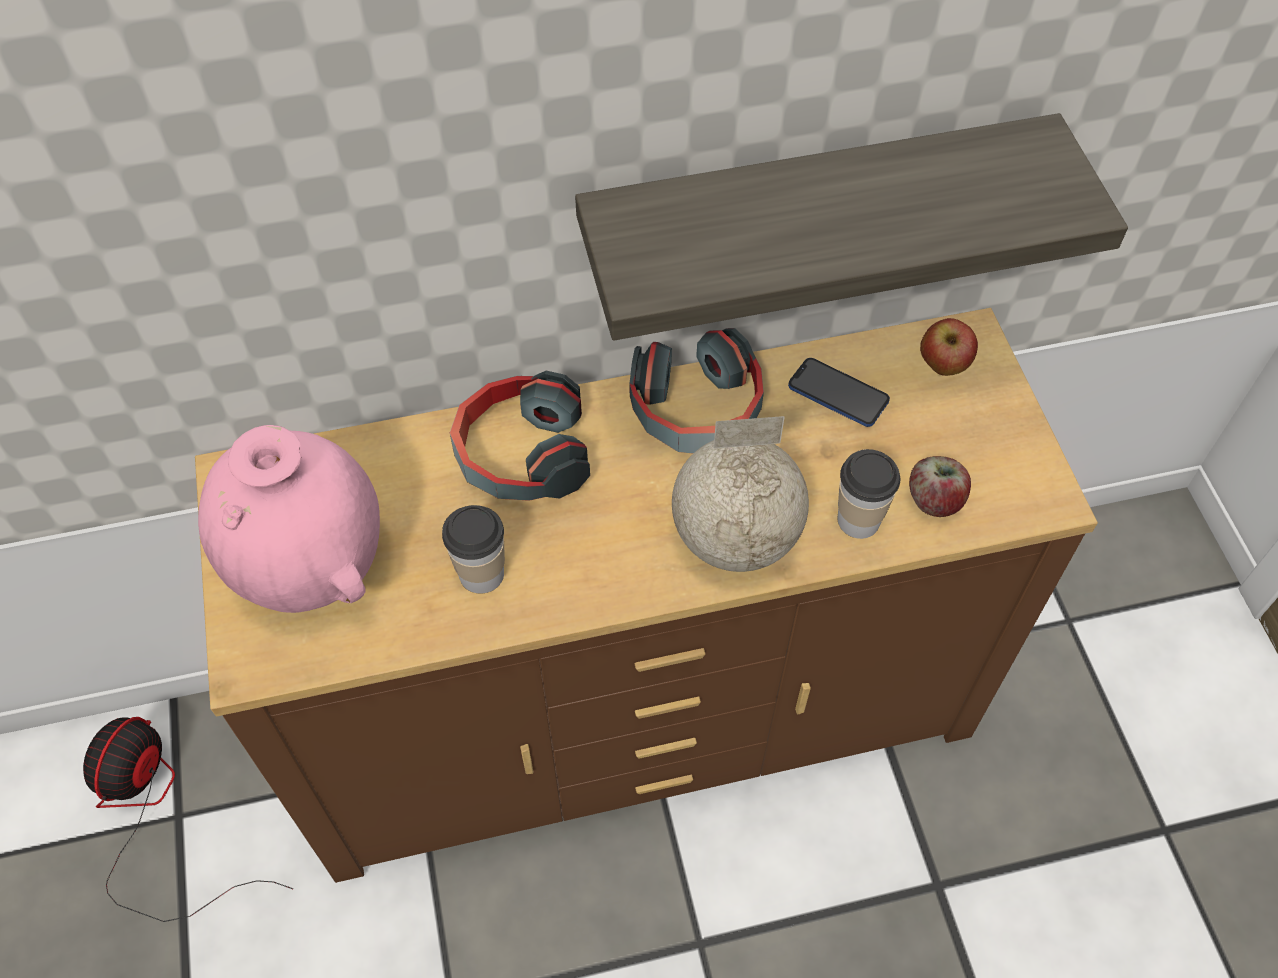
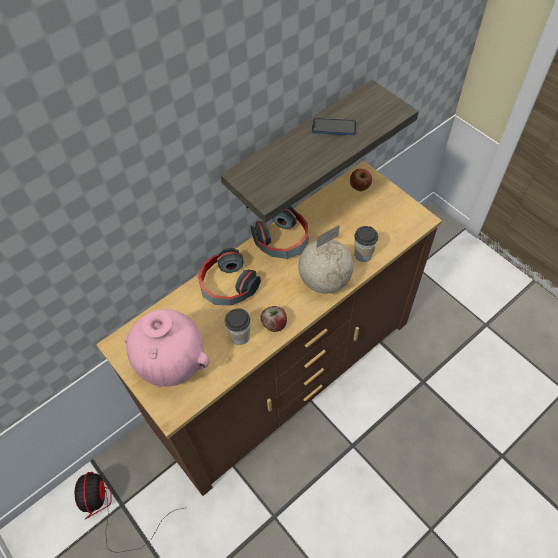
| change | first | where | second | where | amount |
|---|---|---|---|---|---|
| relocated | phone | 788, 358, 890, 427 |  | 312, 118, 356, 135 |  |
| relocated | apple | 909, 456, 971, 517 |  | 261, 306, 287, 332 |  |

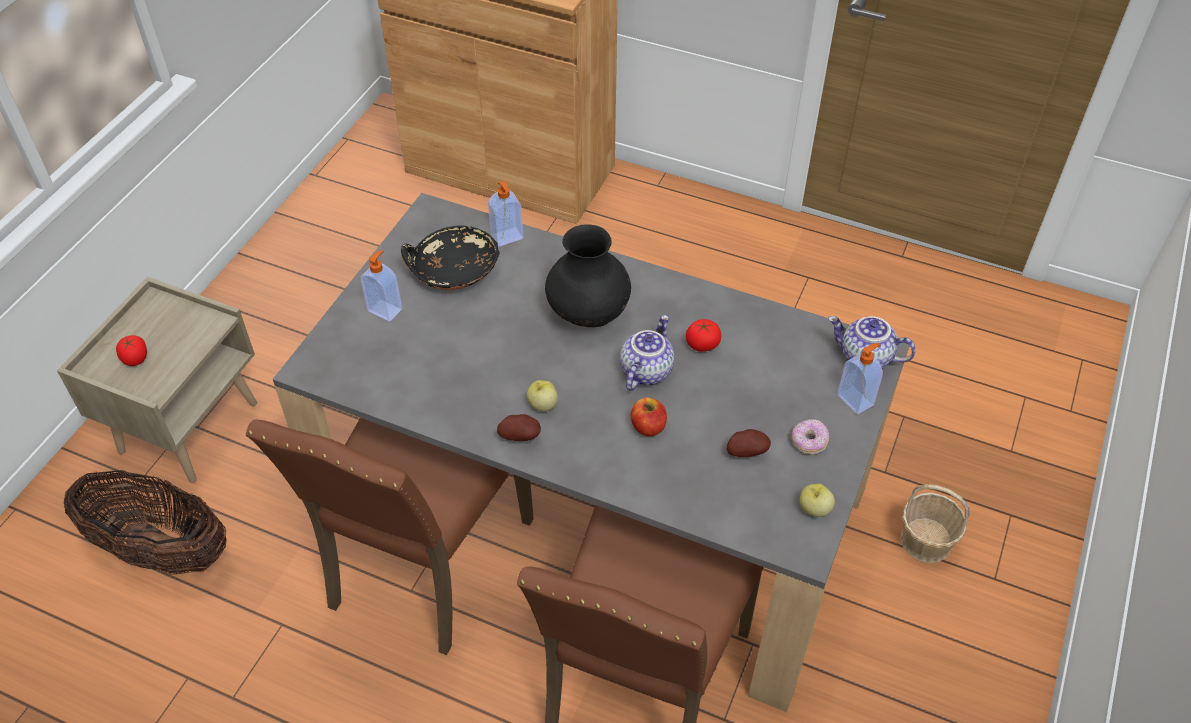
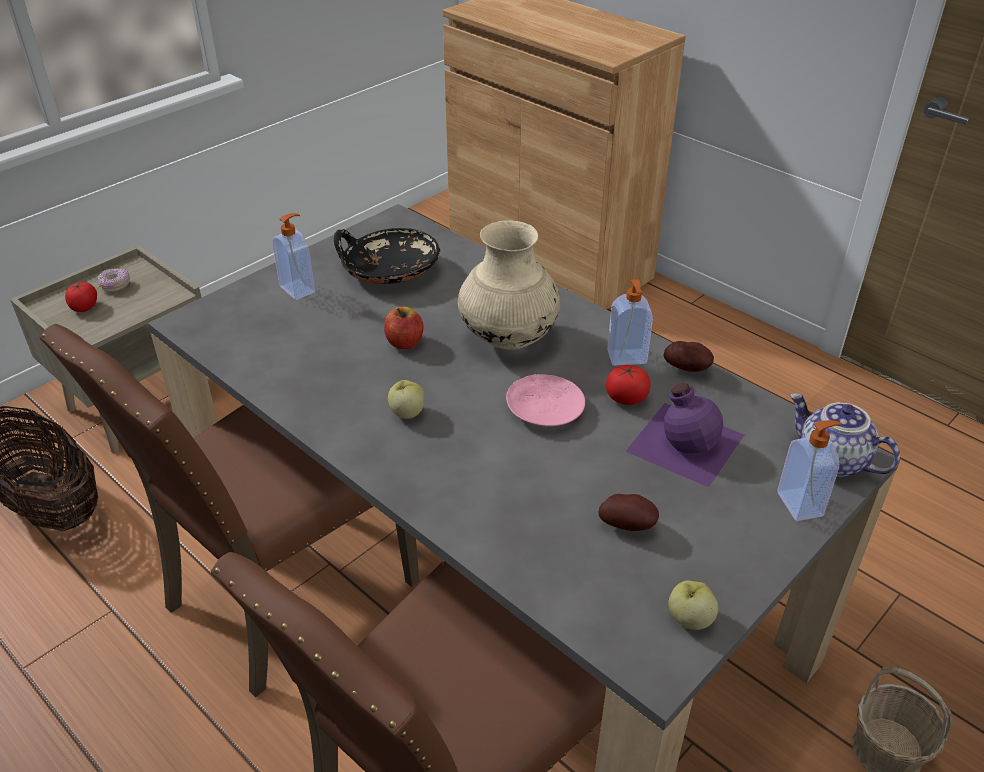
| change | first | where | second | where | amount |
|---|---|---|---|---|---|
| appeared |  |  | purple_bottle | 625, 383, 744, 487 |  |
| relocated | soap_dispenser | 488, 181, 523, 246 |  | 607, 279, 653, 366 |  |
| relocated | potato | 497, 414, 541, 441 |  | 664, 341, 714, 372 |  |
| relocated | apple | 631, 397, 667, 436 |  | 384, 306, 423, 349 |  |
| relocated | donut | 792, 419, 829, 454 |  | 97, 268, 130, 293 |  |
| exchanged | teapot | 620, 315, 675, 391 | pink_plate | 506, 374, 585, 427 |  |
| colour | black_vase | 545, 224, 631, 327 | beige_vase | 458, 220, 560, 350 |  |

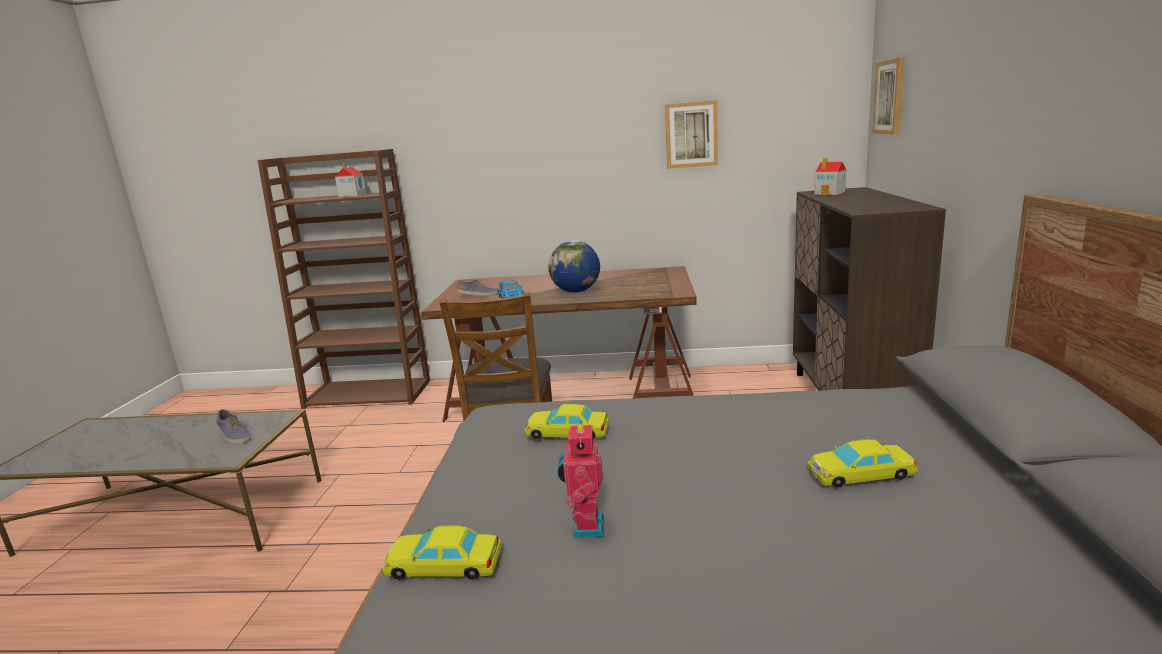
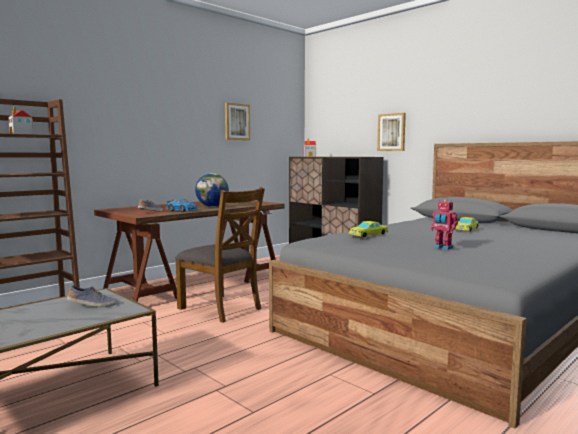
| change | first | where | second | where | amount |
|---|---|---|---|---|---|
| missing | yellow_toy_car | 382, 525, 502, 580 |  |  |  |
| relocated | picture | 872, 57, 905, 135 |  | 377, 113, 406, 151 |  |

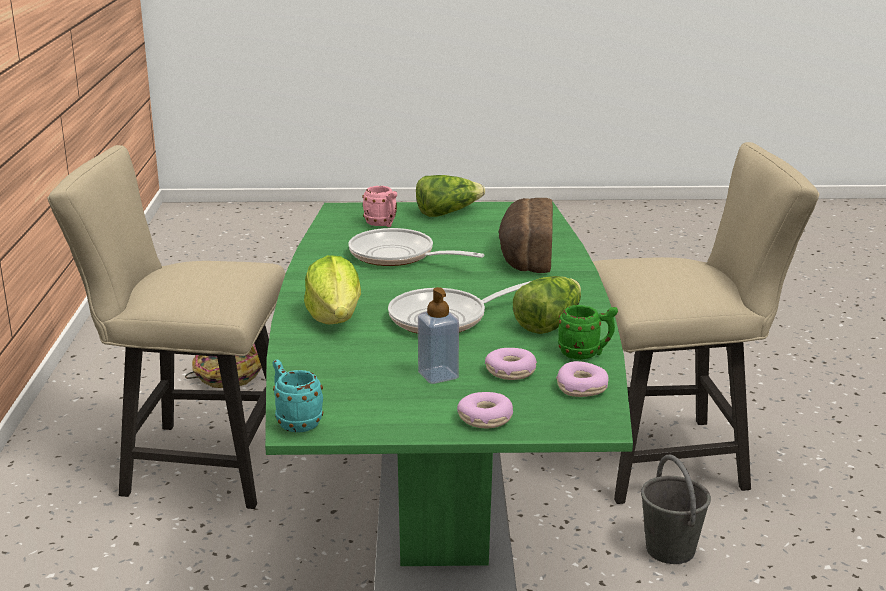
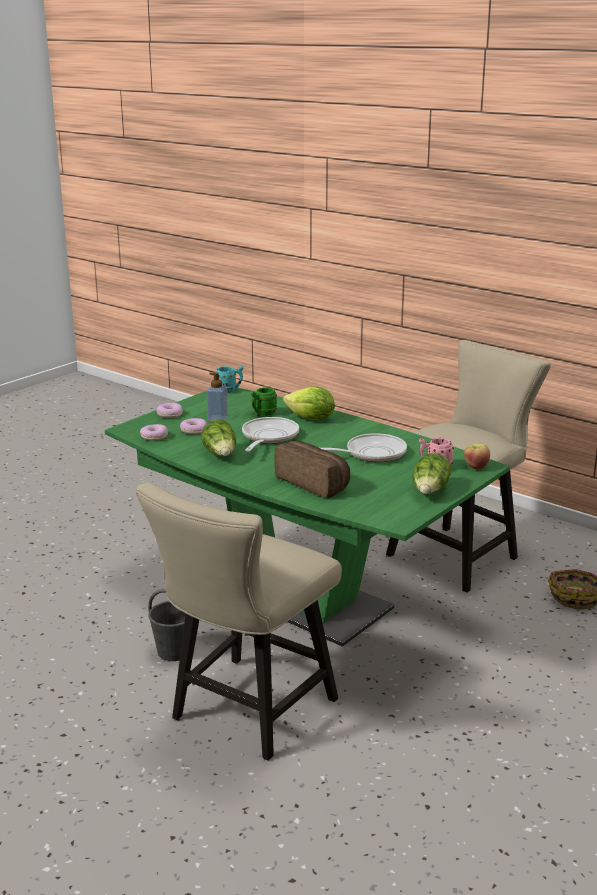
| change | first | where | second | where | amount |
|---|---|---|---|---|---|
| appeared |  |  | apple | 464, 443, 490, 470 |  |
| relocated | green_mug | 558, 305, 618, 360 |  | 251, 387, 277, 416 |  |

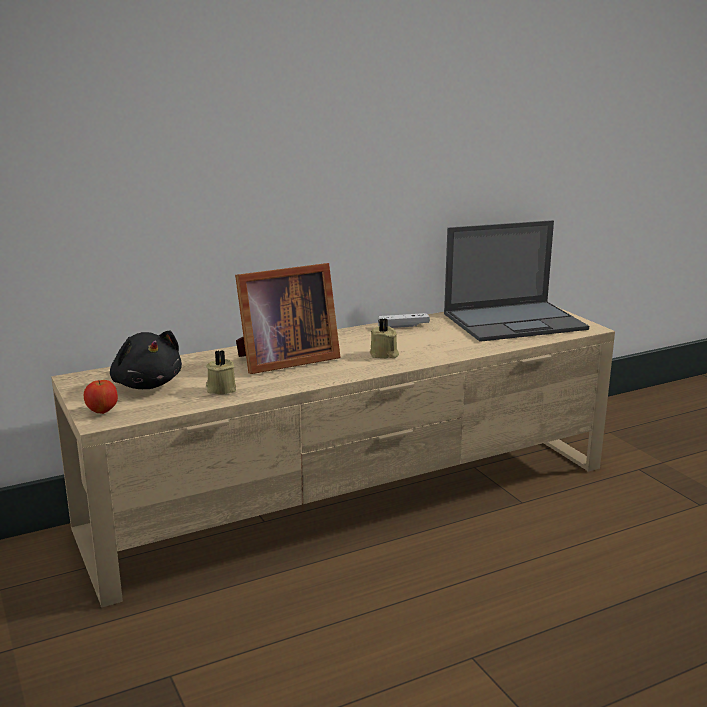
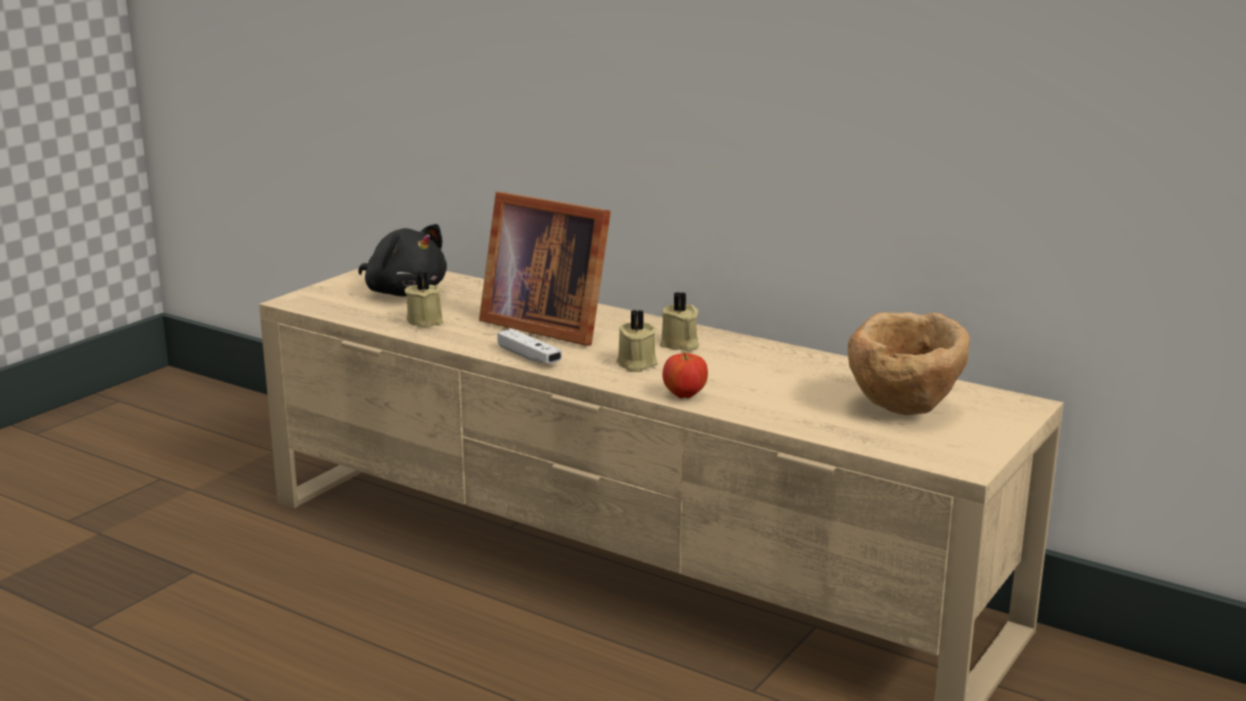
| change | first | where | second | where | amount |
|---|---|---|---|---|---|
| appeared |  |  | beige_candle | 660, 292, 699, 351 |  |
| relocated | apple | 84, 380, 118, 414 |  | 662, 353, 708, 398 |  |
| relocated | white_game_controller | 378, 313, 430, 328 |  | 497, 329, 562, 364 |  |
| exchanged | laptop | 444, 220, 589, 342 | brown_bowl | 848, 312, 970, 415 |  |
| spun | black_plush_toy | 110, 331, 182, 389 |  | 358, 224, 447, 296 | 75 degrees counterclockwise |

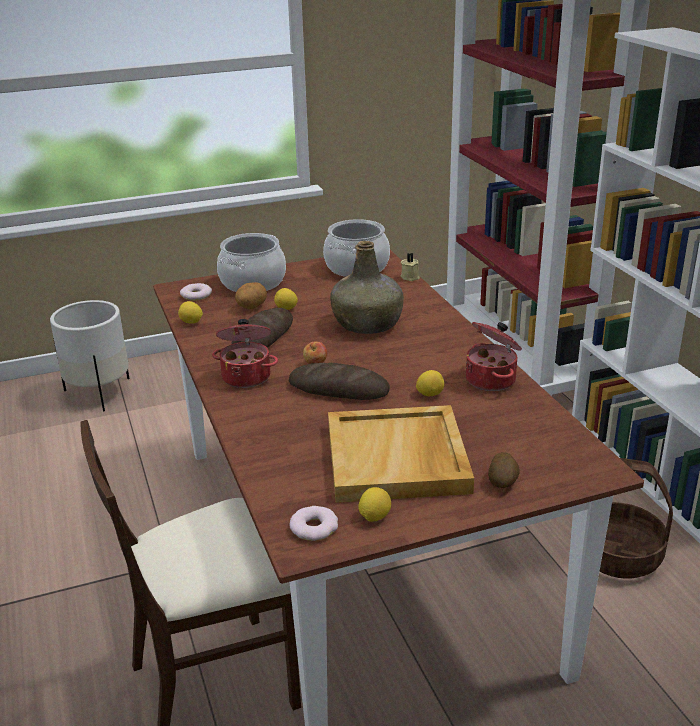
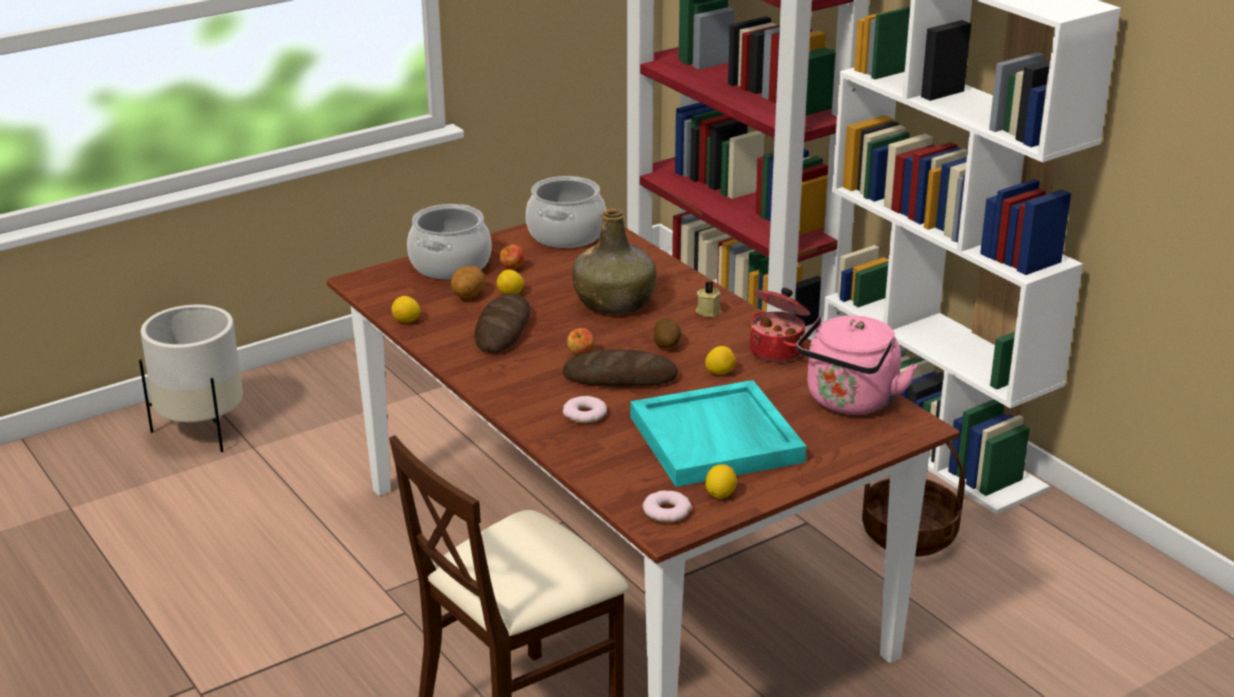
| change | first | where | second | where | amount |
|---|---|---|---|---|---|
| missing | cooking_pot | 212, 319, 278, 388 |  |  |  |
| appeared |  |  | apple | 500, 245, 524, 269 |  |
| appeared |  |  | pink_kettle | 796, 315, 918, 415 |  |
| relocated | donut | 180, 283, 212, 301 |  | 563, 396, 607, 423 |  |
| relocated | beige_candle | 401, 253, 420, 281 |  | 696, 281, 721, 318 |  |
| relocated | potato | 488, 452, 520, 488 |  | 654, 318, 681, 348 |  |
| colour | beige_tray | 328, 405, 474, 503 | turquoise_tray | 630, 380, 806, 487 |  |

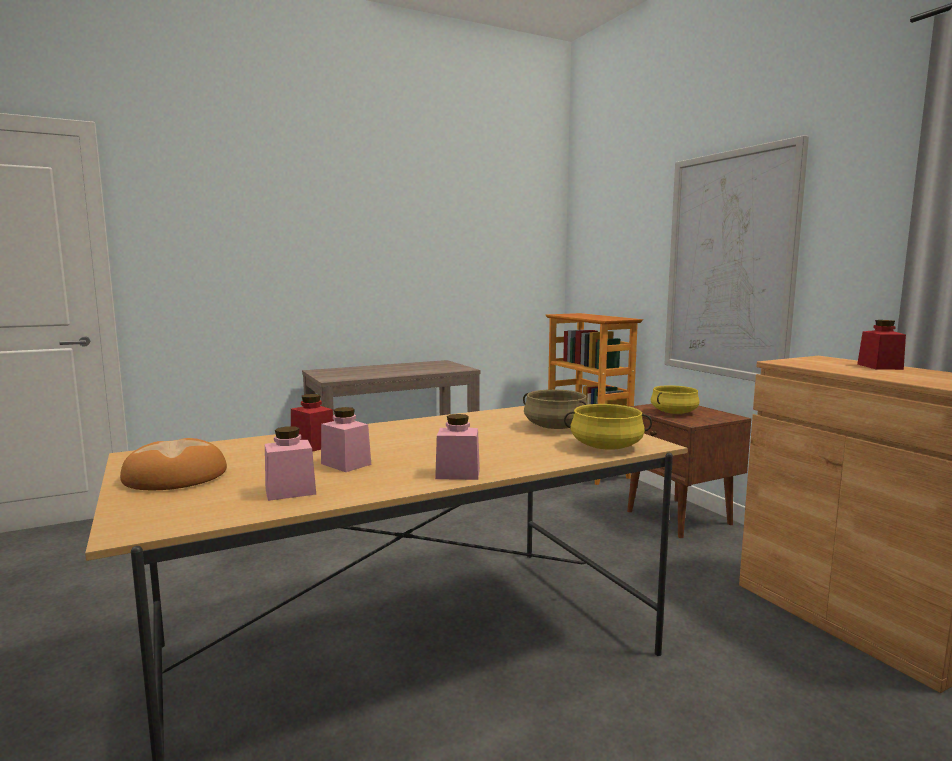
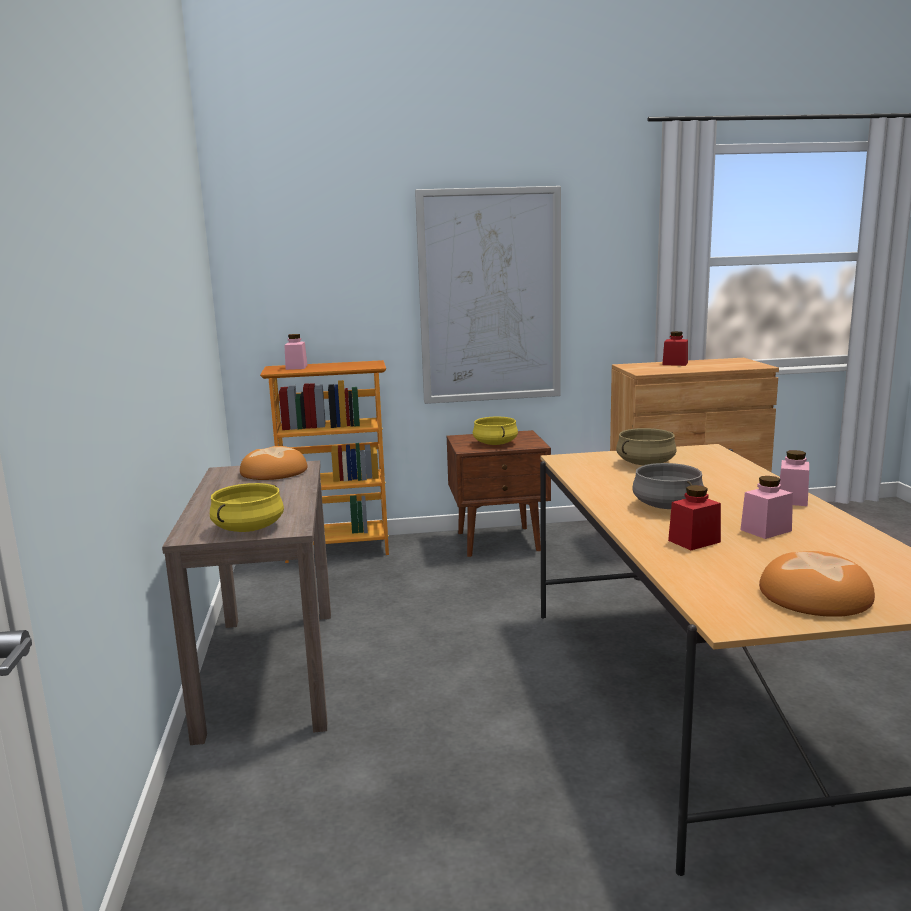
| change | first | where | second | where | amount |
|---|---|---|---|---|---|
| appeared |  |  | bread | 240, 446, 307, 480 |  |
| appeared |  |  | grey_cooking_pot | 632, 463, 704, 509 |  |
| relocated | pink_jar | 265, 426, 316, 501 |  | 284, 334, 308, 370 |  |
| relocated | yellow_cooking_pot | 564, 404, 652, 450 |  | 210, 483, 284, 532 |  |

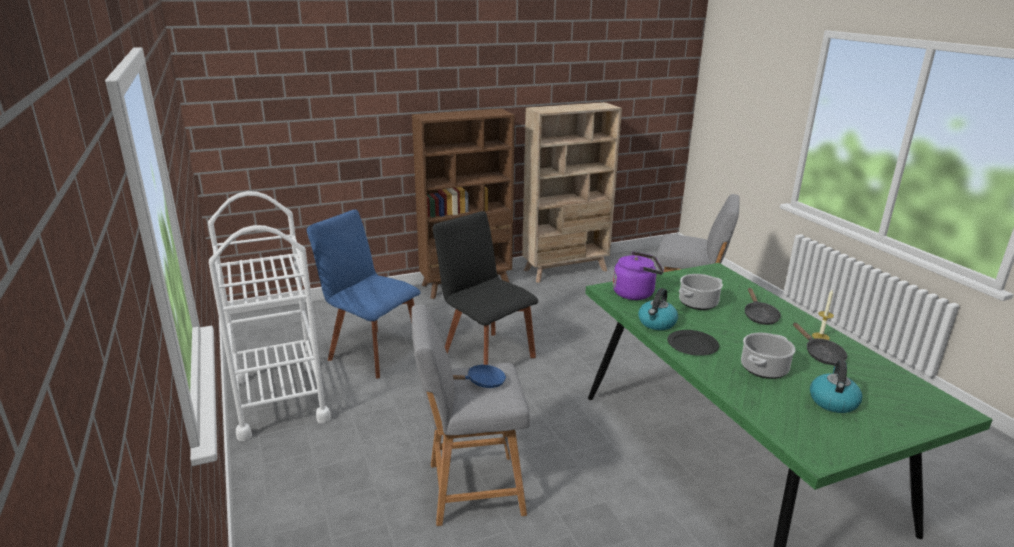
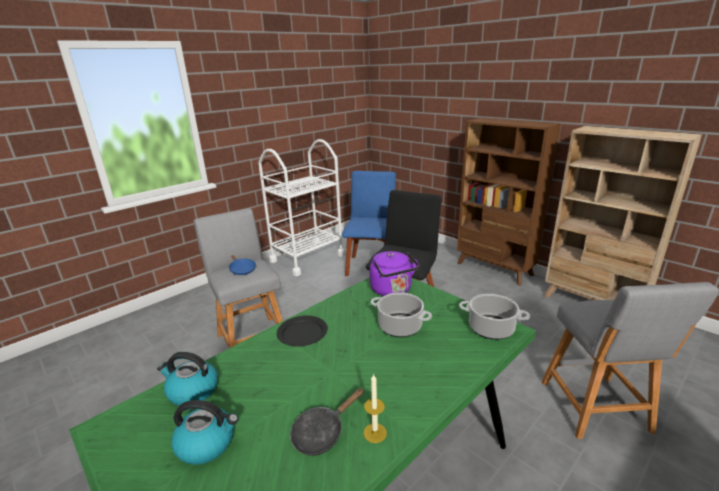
| change | first | where | second | where | amount |
|---|---|---|---|---|---|
| missing | black_frying_pan | 745, 288, 781, 325 |  |  |  |
| relocated | kettle | 638, 288, 678, 330 |  | 157, 352, 218, 406 |  |
| relocated | cooking_pot | 741, 333, 795, 379 |  | 459, 294, 530, 340 |  |

